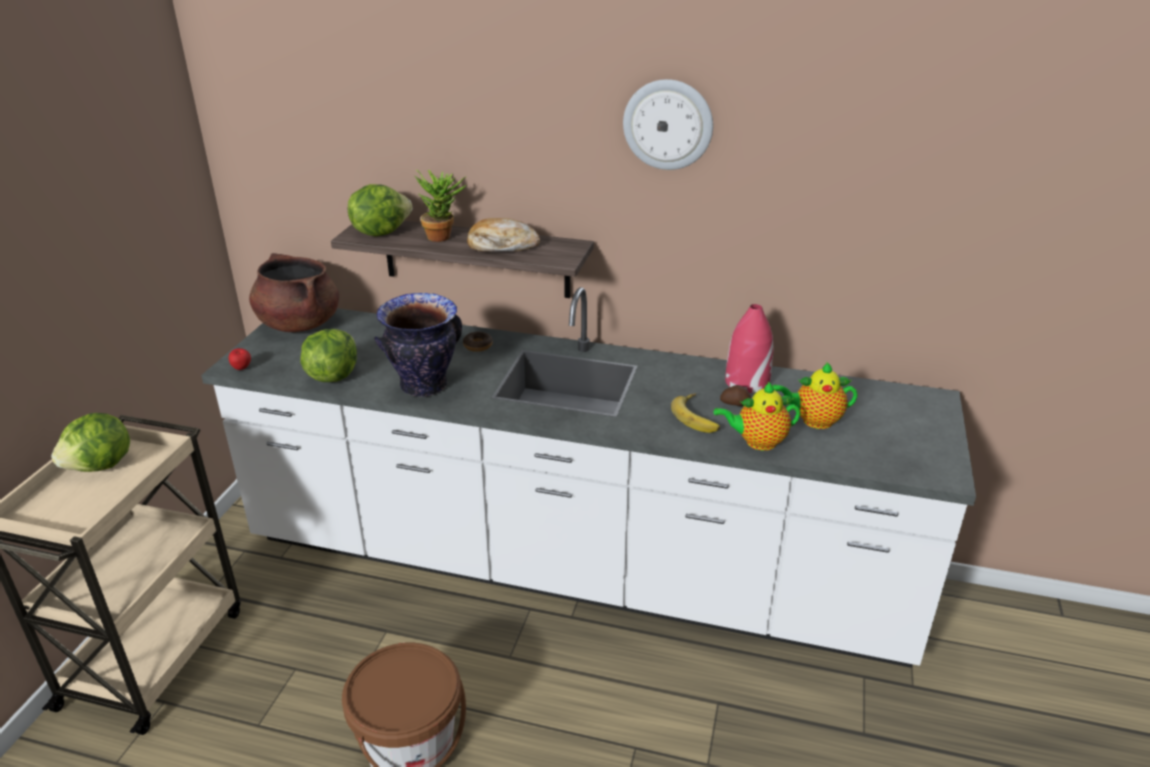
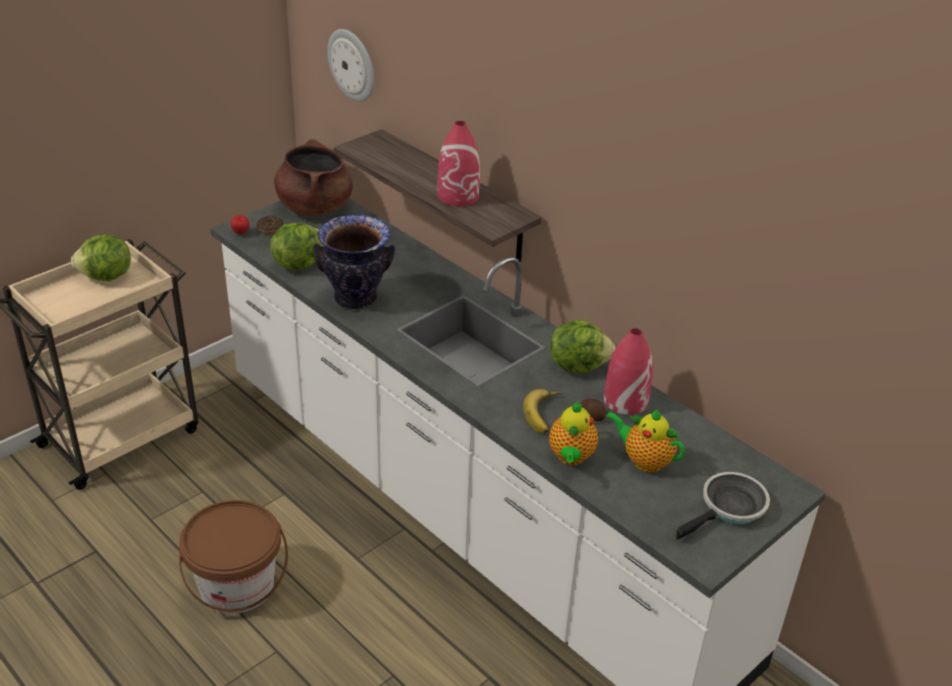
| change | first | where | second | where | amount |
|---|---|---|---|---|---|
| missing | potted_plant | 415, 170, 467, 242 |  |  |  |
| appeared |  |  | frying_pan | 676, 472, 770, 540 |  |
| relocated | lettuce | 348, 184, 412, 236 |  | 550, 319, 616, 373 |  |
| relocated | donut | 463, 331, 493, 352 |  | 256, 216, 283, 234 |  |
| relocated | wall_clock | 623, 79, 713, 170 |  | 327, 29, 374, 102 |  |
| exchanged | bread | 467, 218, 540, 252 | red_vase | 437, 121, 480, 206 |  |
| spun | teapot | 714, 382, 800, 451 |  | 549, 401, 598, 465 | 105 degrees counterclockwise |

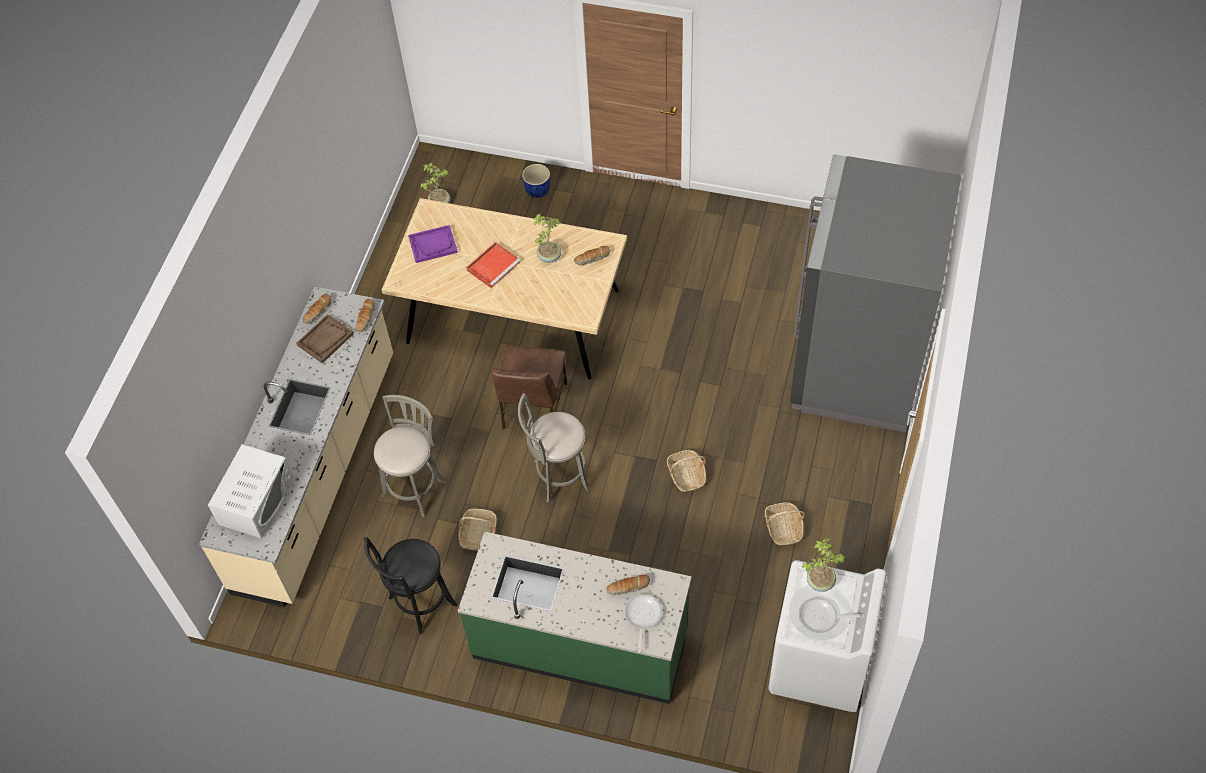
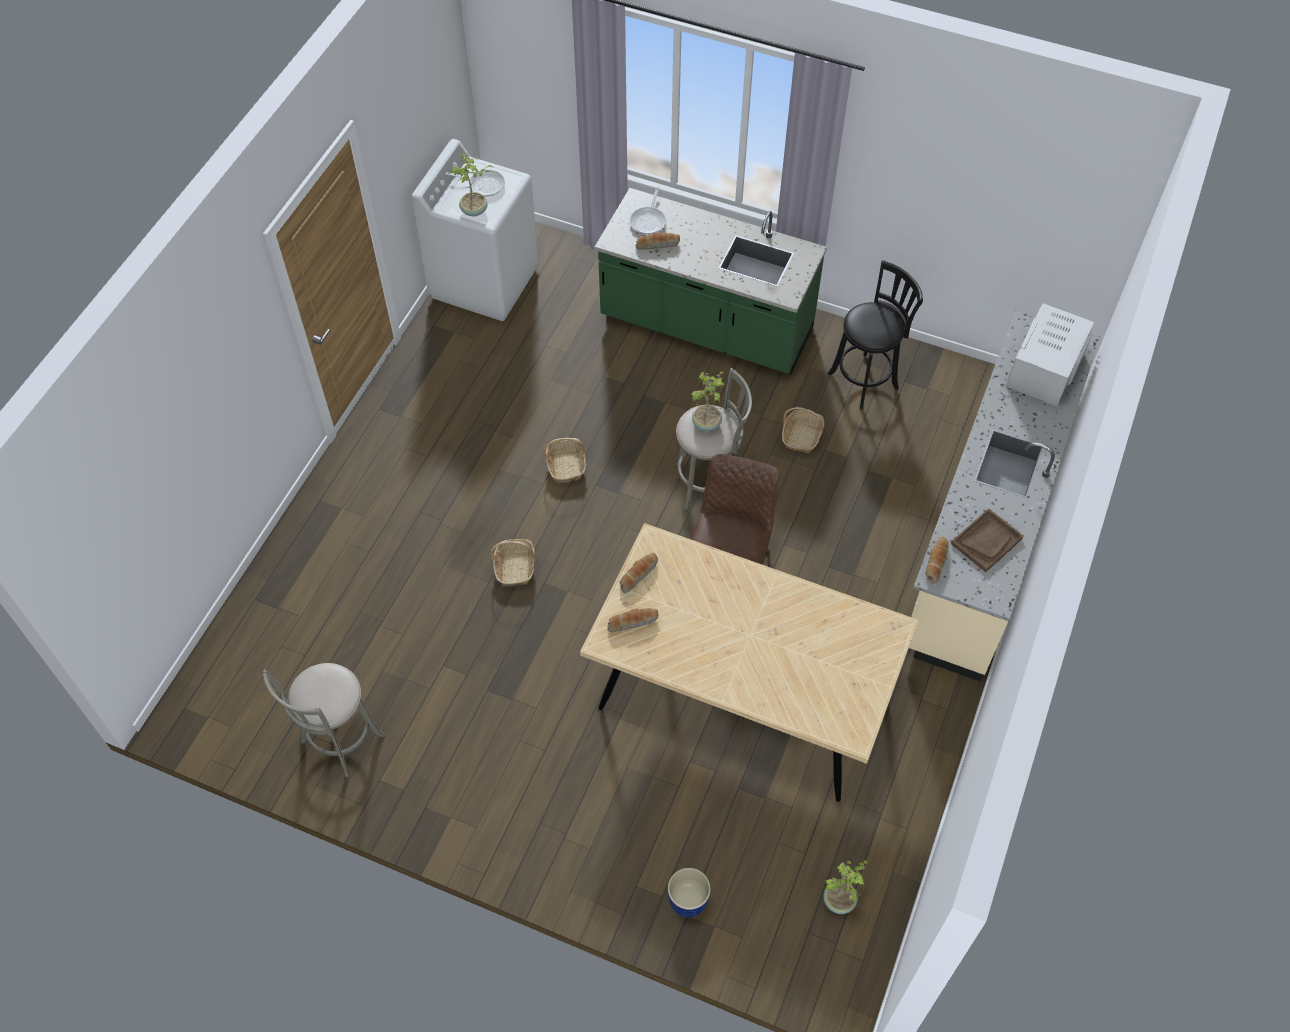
| change | first | where | second | where | amount |
|---|---|---|---|---|---|
| missing | purple_tray | 408, 225, 458, 263 |  |  |  |
| missing | red_tray | 466, 242, 521, 288 |  |  |  |
| missing | grey_fridge | 790, 154, 961, 433 |  |  |  |
| relocated | bread | 303, 294, 332, 324 |  | 619, 553, 658, 593 |  |
| relocated | grey_stool | 374, 395, 446, 517 |  | 262, 663, 385, 777 |  |
| relocated | potted_plant | 533, 214, 561, 263 |  | 690, 372, 724, 431 |  |
| relocated | basket | 765, 502, 805, 546 |  | 490, 539, 535, 585 |  |

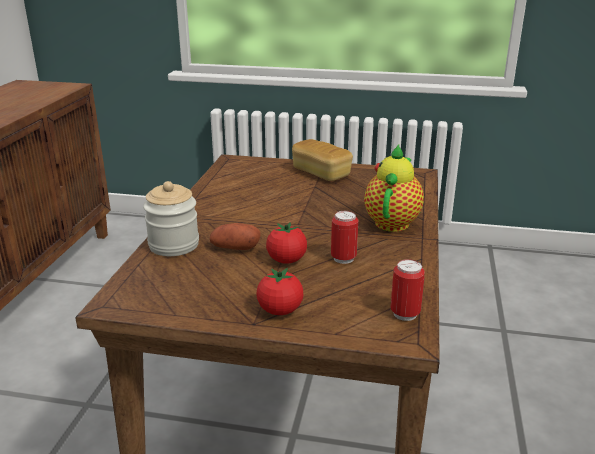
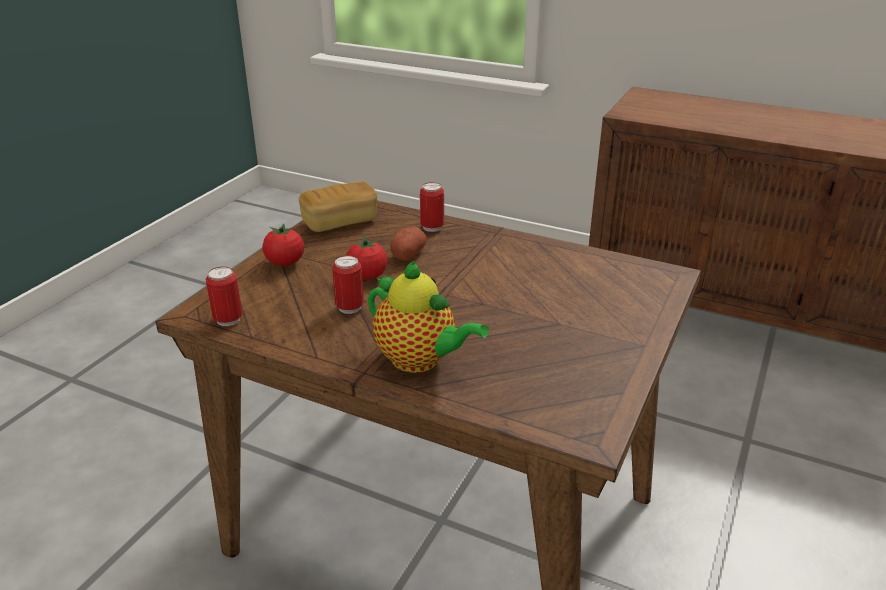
| change | first | where | second | where | amount |
|---|---|---|---|---|---|
| relocated | bread | 292, 139, 353, 181 |  | 299, 181, 377, 232 |  |
| exchanged | jar | 143, 181, 199, 256 | can | 420, 182, 444, 232 |  |

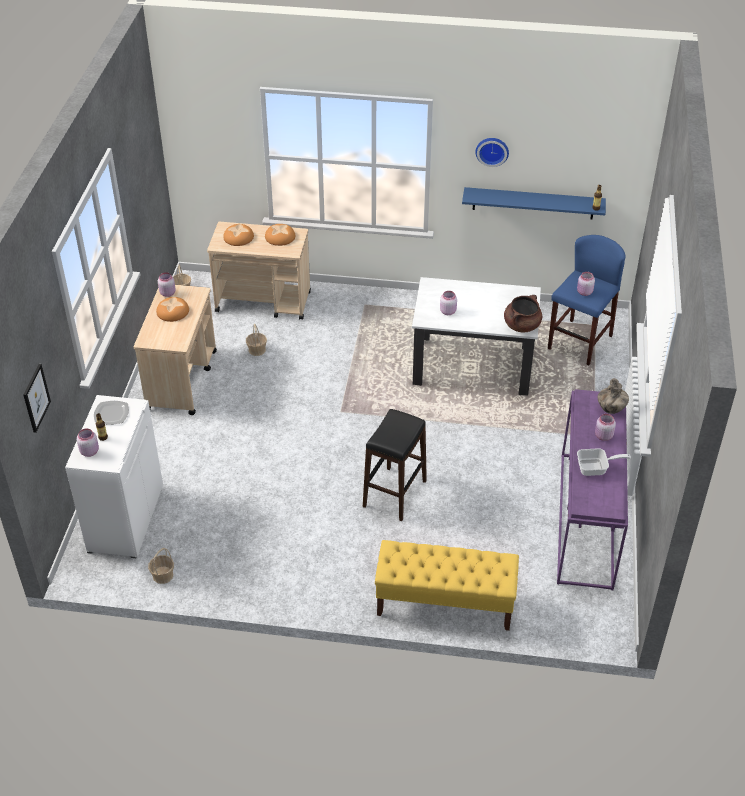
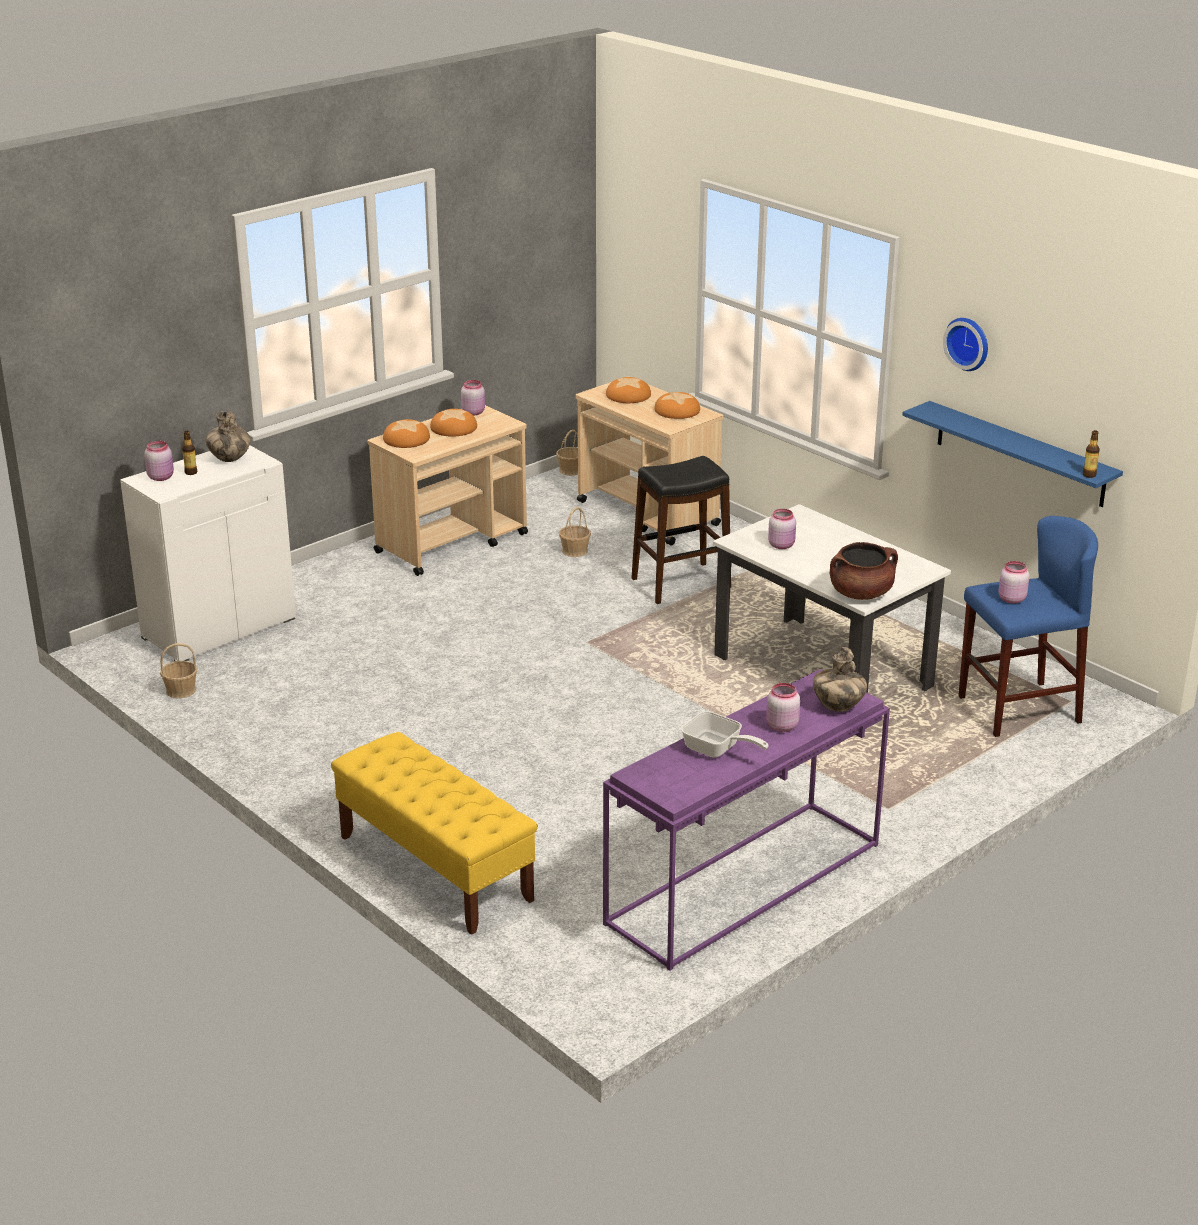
| change | first | where | second | where | amount |
|---|---|---|---|---|---|
| missing | picture | 23, 364, 51, 433 |  |  |  |
| appeared |  |  | bread | 383, 419, 430, 448 |  |
| relocated | black_stool | 363, 409, 427, 521 |  | 631, 456, 731, 604 |  |
| exchanged | plate | 94, 401, 129, 425 | vase | 206, 411, 250, 462 |  |

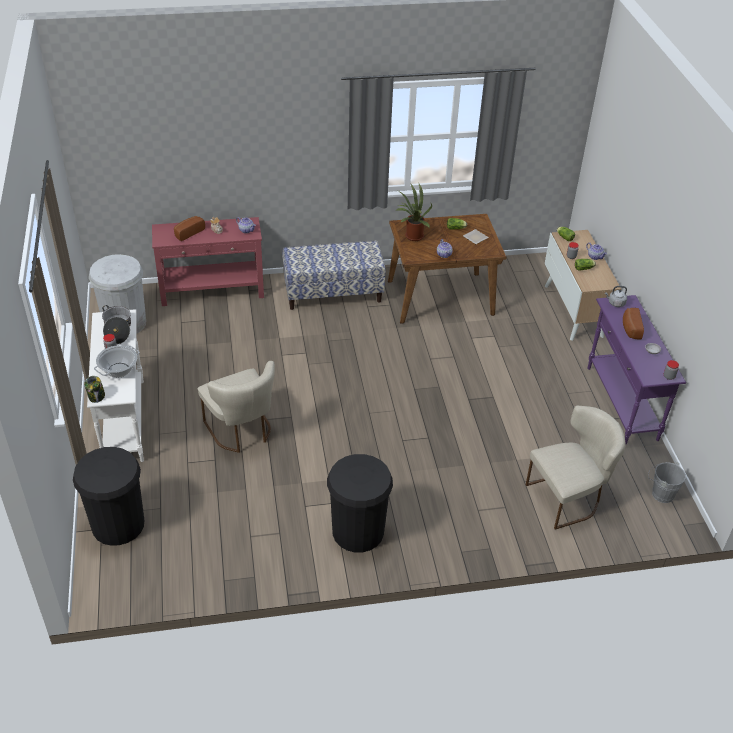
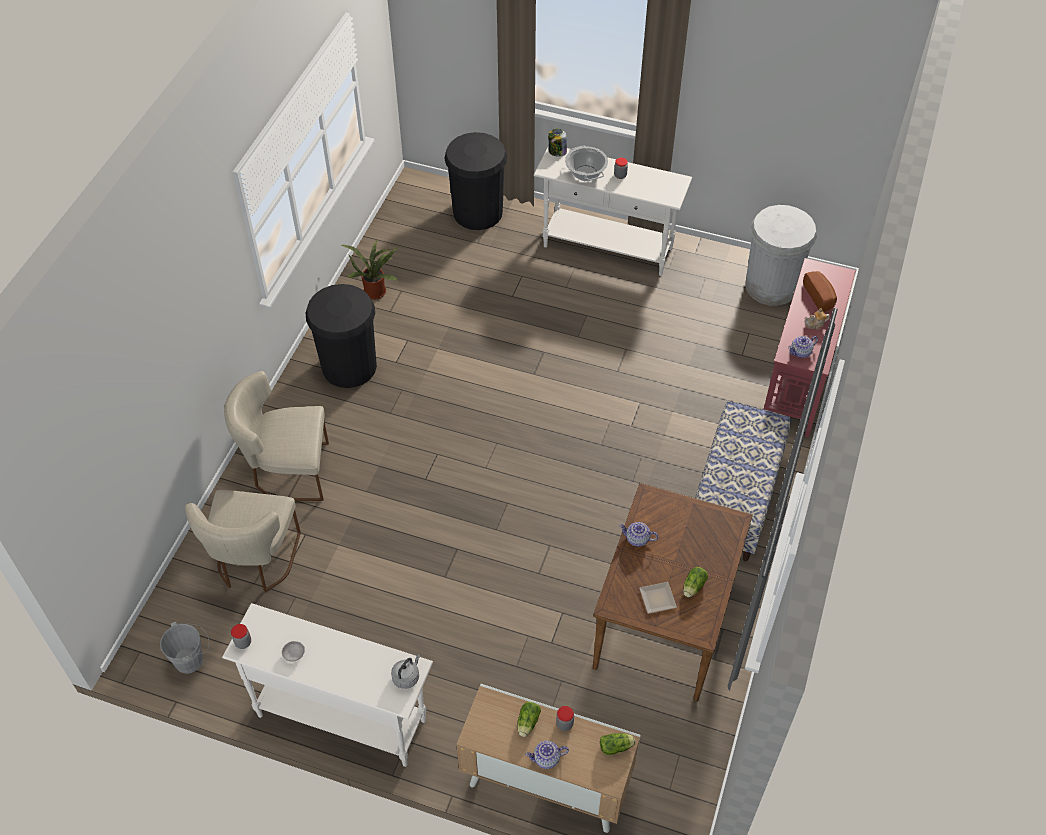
| change | first | where | second | where | amount |
|---|---|---|---|---|---|
| missing | cooking_pot | 102, 305, 131, 344 |  |  |  |
| missing | bread | 623, 308, 644, 339 |  |  |  |
| relocated | beige_chair | 198, 361, 275, 453 |  | 224, 371, 329, 501 |  |
| relocated | potted_plant | 396, 184, 432, 241 |  | 341, 240, 399, 300 |  |
| colour | purple_console_table | 587, 295, 686, 444 | white_console_table | 222, 603, 433, 767 |  |

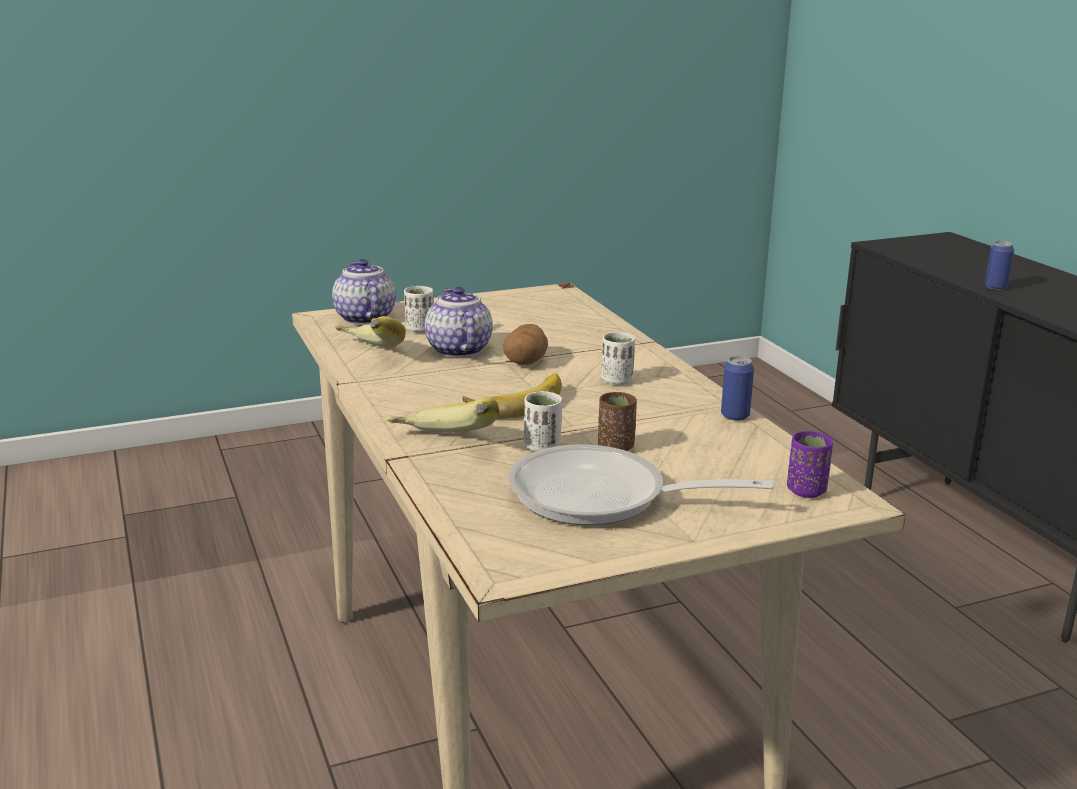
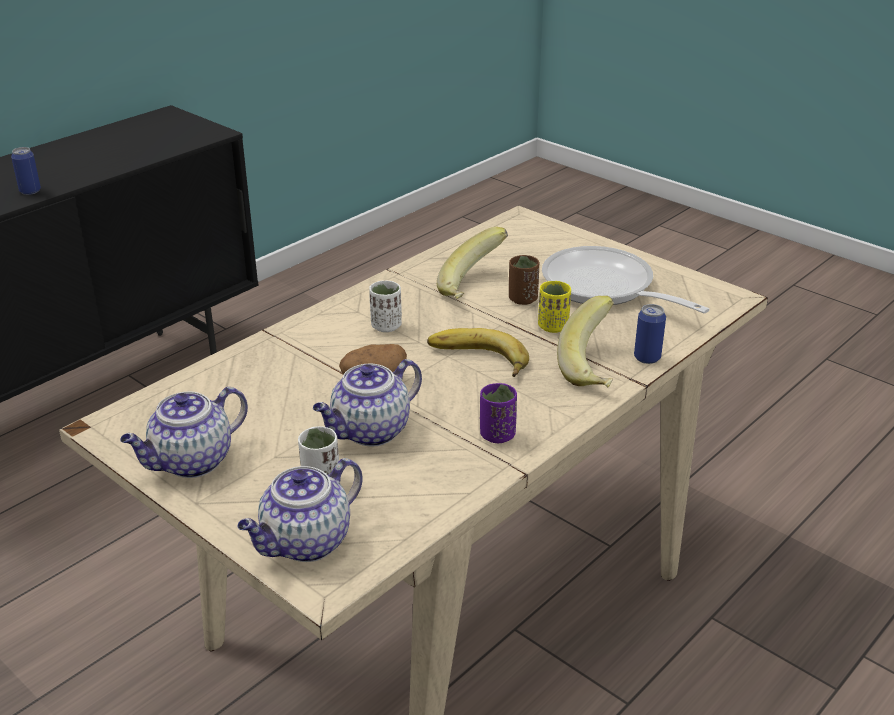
| change | first | where | second | where | amount |
|---|---|---|---|---|---|
| appeared |  |  | teapot | 120, 387, 248, 478 |  |
| relocated | banana | 335, 316, 406, 347 |  | 437, 227, 508, 299 |  |
| relocated | can | 721, 356, 754, 421 |  | 634, 304, 666, 364 |  |
| relocated | purple_cup | 787, 431, 833, 498 |  | 480, 383, 517, 443 |  |
| colour | white_cup | 524, 391, 562, 452 | yellow_cup | 538, 281, 571, 333 |  |
| spun | frying_pan | 508, 444, 774, 526 |  | 542, 246, 710, 313 | 150 degrees clockwise |

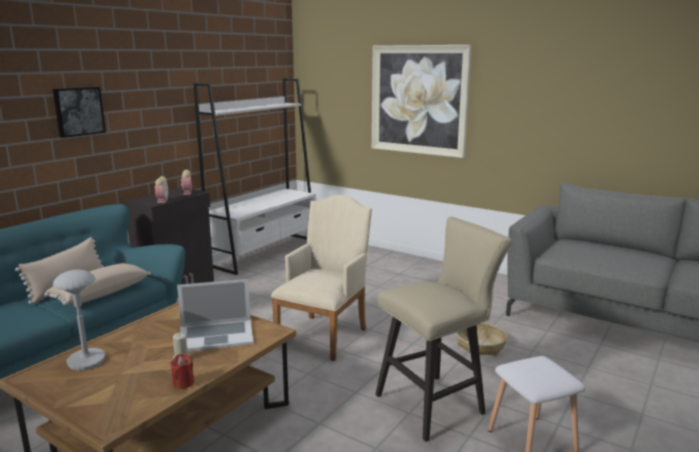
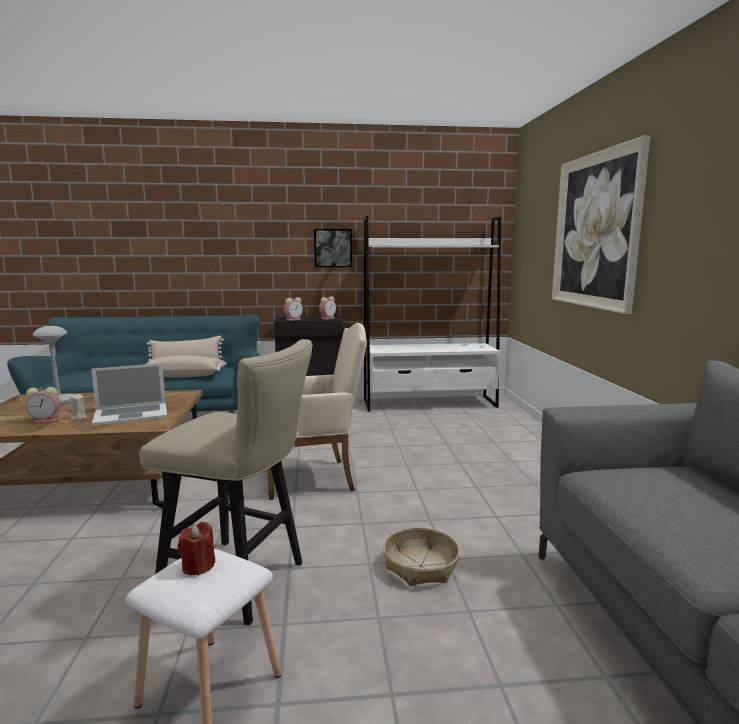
| change | first | where | second | where | amount |
|---|---|---|---|---|---|
| appeared |  |  | alarm_clock | 26, 387, 60, 423 |  |
| relocated | picture | 53, 87, 106, 138 |  | 314, 229, 352, 267 |  |
| relocated | red_candle | 170, 353, 194, 389 |  | 178, 522, 215, 576 |  |
| spun | laptop | 177, 279, 253, 351 |  | 91, 363, 167, 426 | 60 degrees counterclockwise |

